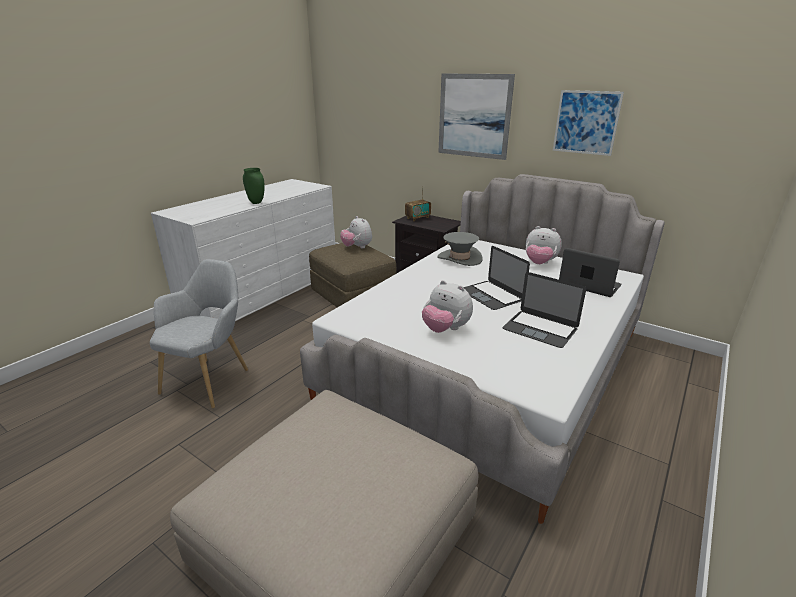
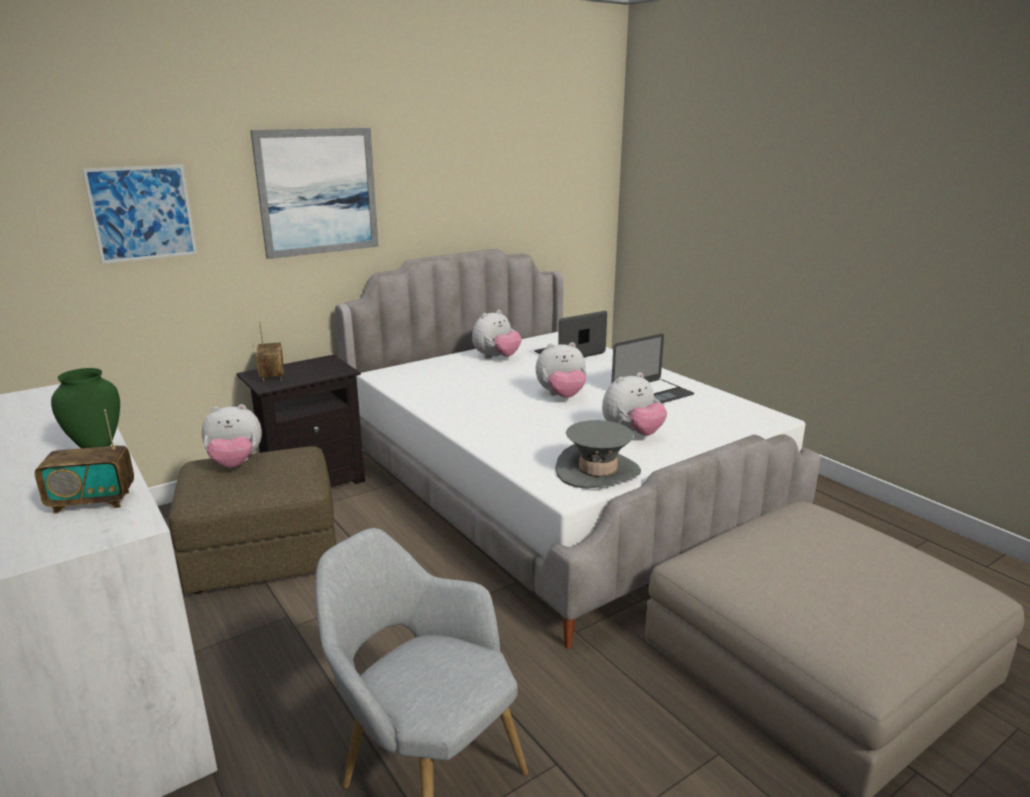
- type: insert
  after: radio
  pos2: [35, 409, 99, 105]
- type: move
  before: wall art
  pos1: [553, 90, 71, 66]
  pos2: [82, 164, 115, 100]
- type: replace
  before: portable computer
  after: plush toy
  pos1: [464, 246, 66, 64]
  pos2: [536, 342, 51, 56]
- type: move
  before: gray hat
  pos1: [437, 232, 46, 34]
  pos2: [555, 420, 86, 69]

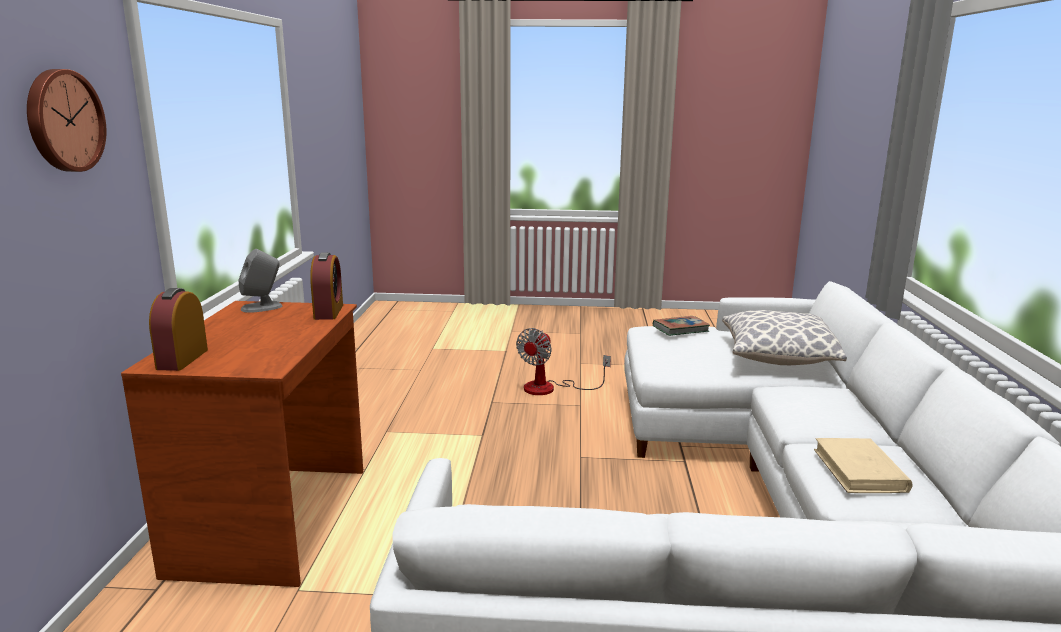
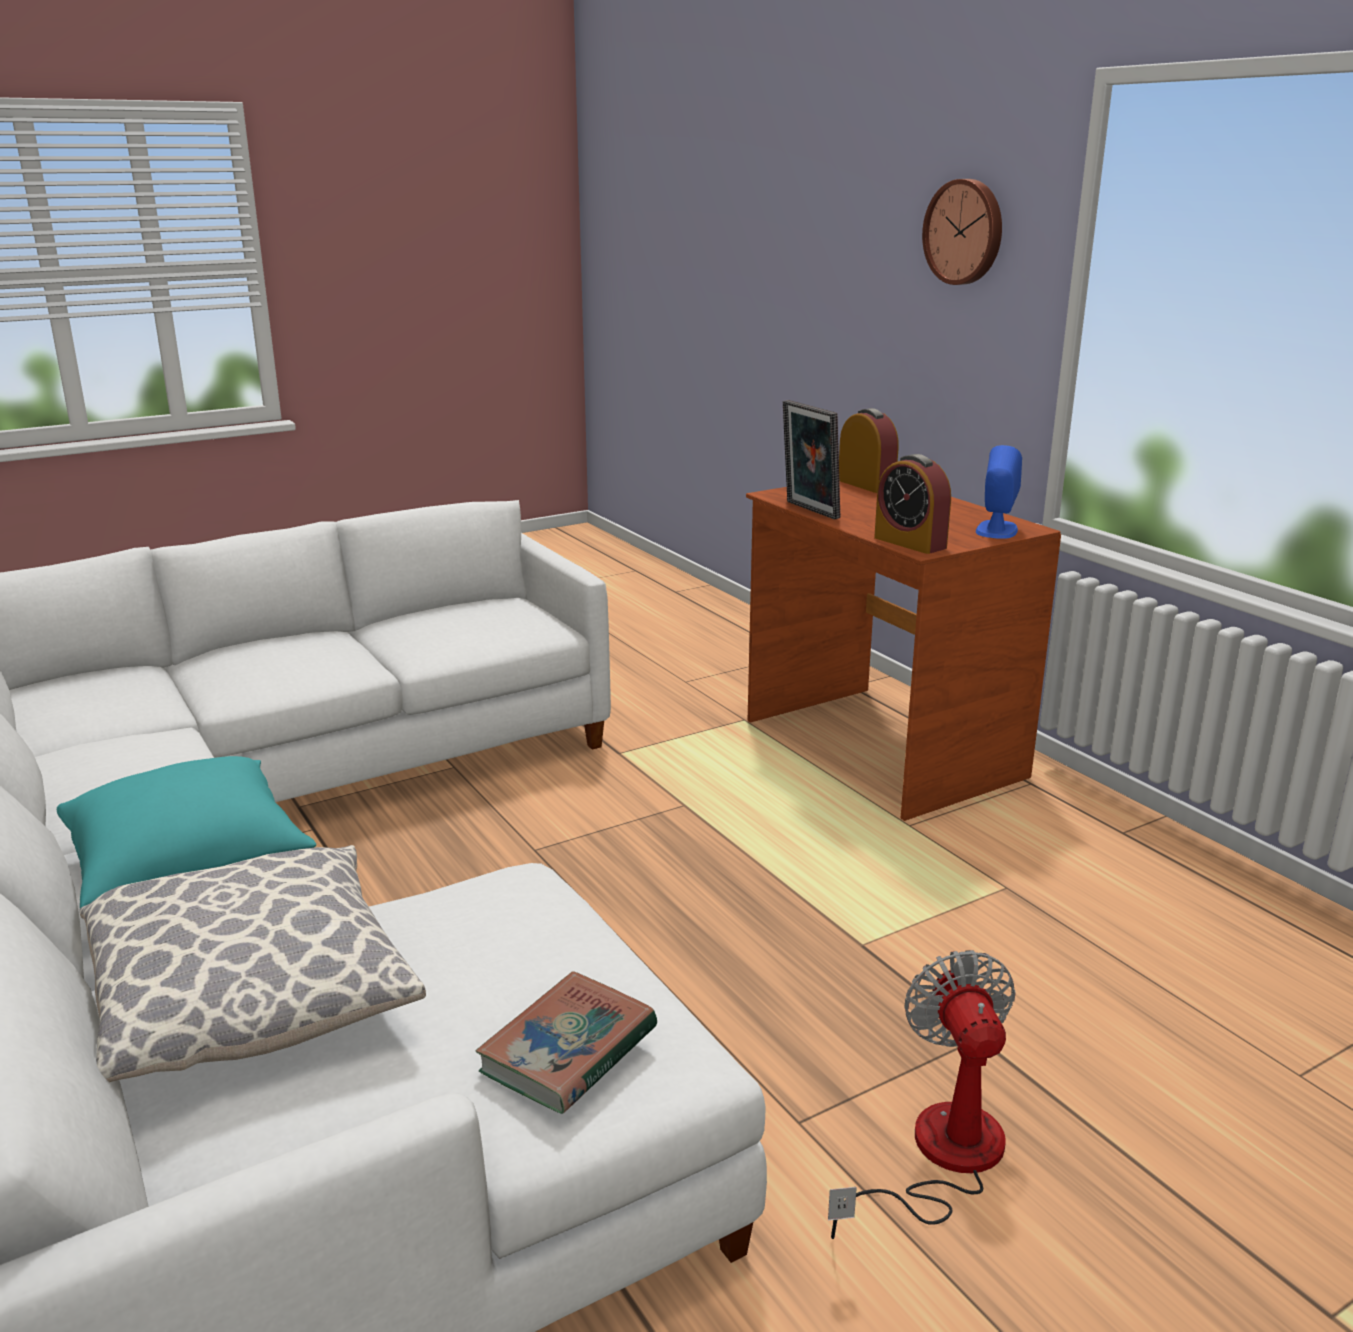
- type: insert
  after: turquoise-coloured cushion
  pos2: [57, 756, 259, 152]
- type: insert
  after: photo frame
  pos2: [783, 400, 58, 119]
- type: recolor
  before: gray loudspeaker
  after: bluish loudspeaker
  pos1: [239, 249, 43, 64]
  pos2: [976, 445, 46, 94]
- type: delete
  before: sand-coloured bound book
  pos1: [814, 438, 98, 55]

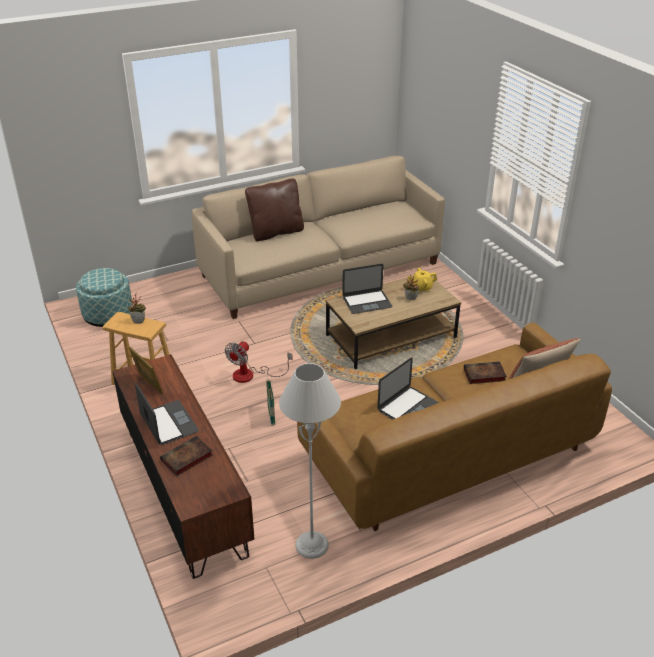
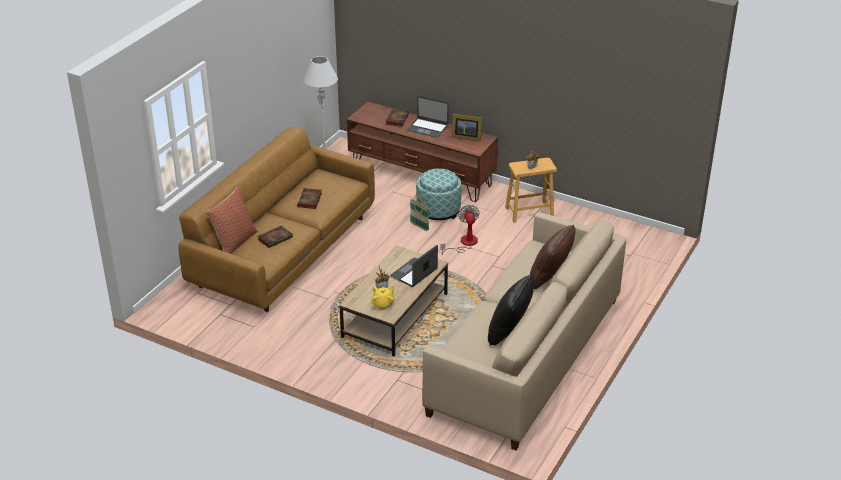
- type: replace
  before: portable computer
  after: bound book
  pos1: [377, 357, 62, 63]
  pos2: [297, 188, 25, 21]
- type: move
  before: footrest
  pos1: [76, 268, 56, 59]
  pos2: [416, 168, 45, 52]
- type: insert
  after: blackish cushion
  pos2: [488, 275, 46, 71]

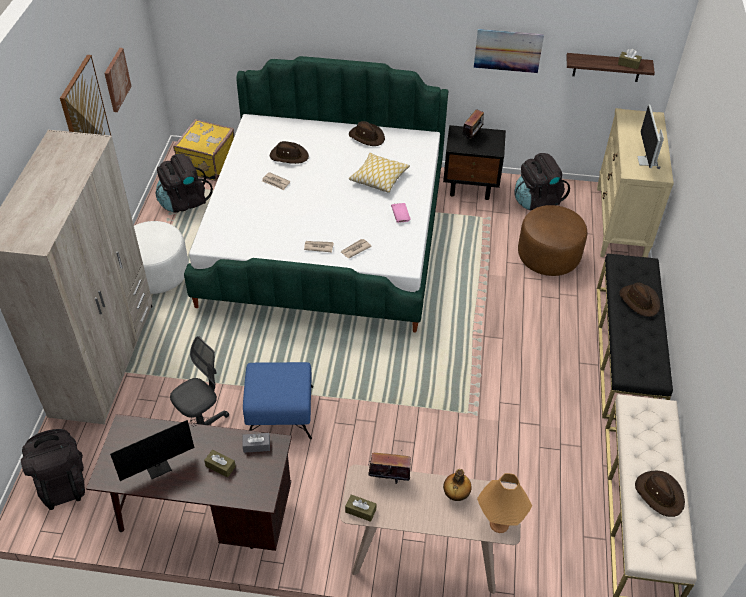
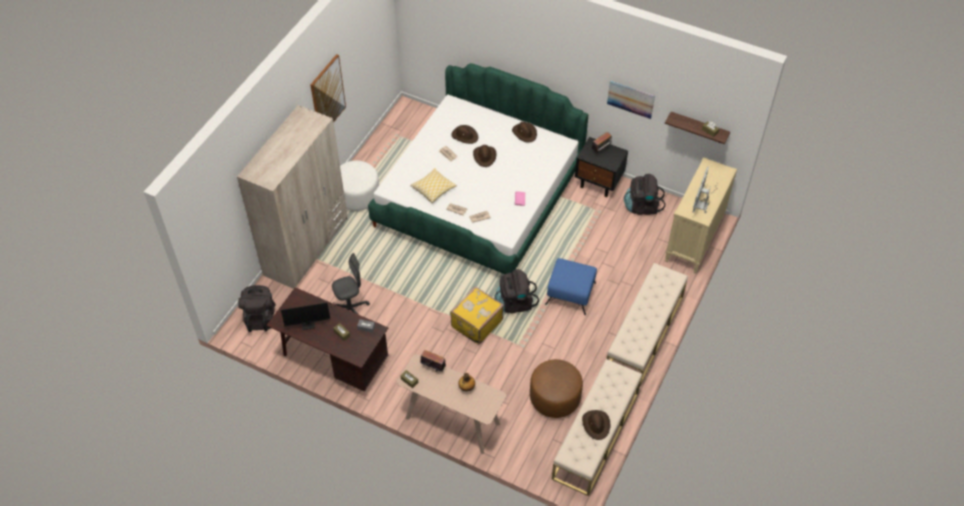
- type: move
  before: cushion
  pos1: [349, 153, 61, 40]
  pos2: [410, 168, 47, 35]
- type: move
  before: yellow-coloured piece of luggage
  pos1: [173, 119, 61, 62]
  pos2: [450, 286, 54, 59]
- type: move
  before: brown-coloured hat
  pos1: [619, 283, 41, 34]
  pos2: [473, 145, 23, 22]
- type: move
  before: blackish backpack
  pos1: [156, 154, 57, 59]
  pos2: [494, 269, 45, 44]
- type: move
  before: brown-coloured footrest
  pos1: [518, 205, 69, 71]
  pos2: [530, 359, 53, 59]
- type: move
  before: bluish footrest
  pos1: [243, 362, 70, 77]
  pos2: [545, 258, 52, 57]
- type: recolor
  before: blackish indoor bench
  after: sand-coloured indoor bench
  pos1: [597, 253, 76, 167]
  pos2: [606, 263, 82, 122]
- type: delete
  before: wall art
  pos1: [104, 48, 28, 64]
- type: delete
  before: orange-coloured lamp for a table
  pos1: [477, 473, 55, 60]

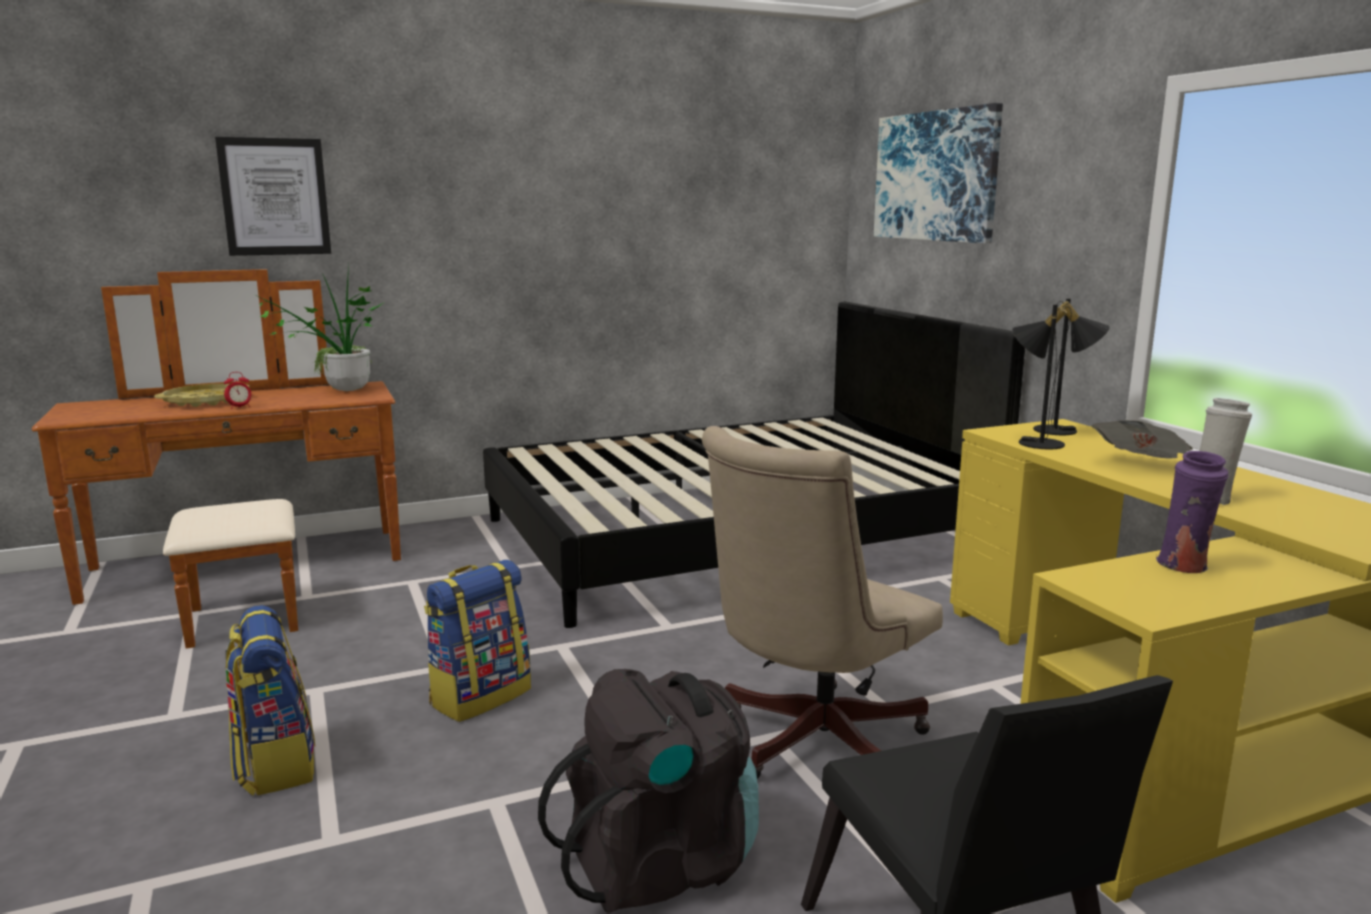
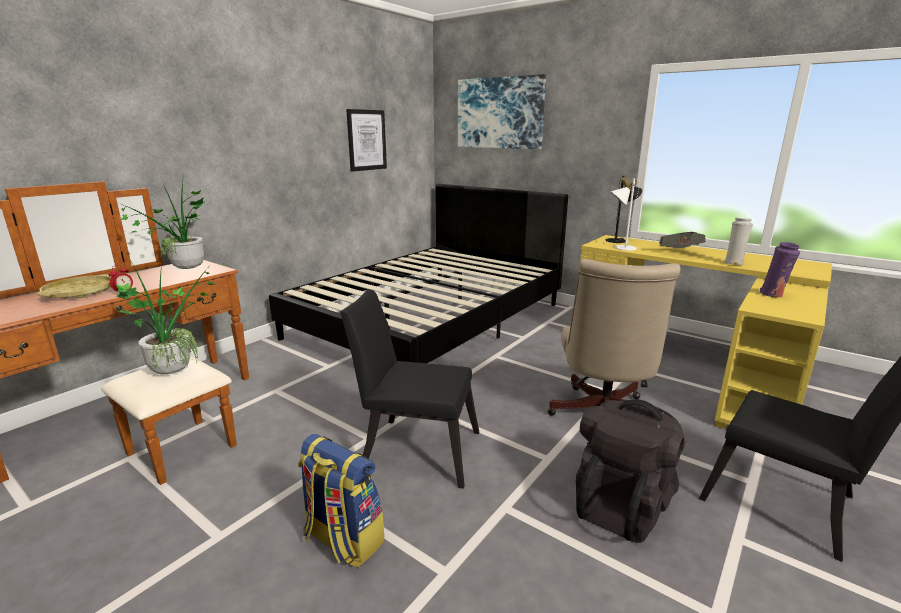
- type: insert
  after: plant in a pot
  pos2: [115, 261, 99, 113]
- type: replace
  before: backpack
  after: blackish upright chair
  pos1: [424, 560, 107, 162]
  pos2: [340, 289, 139, 200]
- type: move
  before: wall art
  pos1: [215, 137, 116, 119]
  pos2: [346, 109, 41, 63]
- type: recolor
  before: blackish lamp for a table
  after: white-coloured lamp for a table
  pos1: [1012, 304, 60, 146]
  pos2: [611, 179, 29, 72]

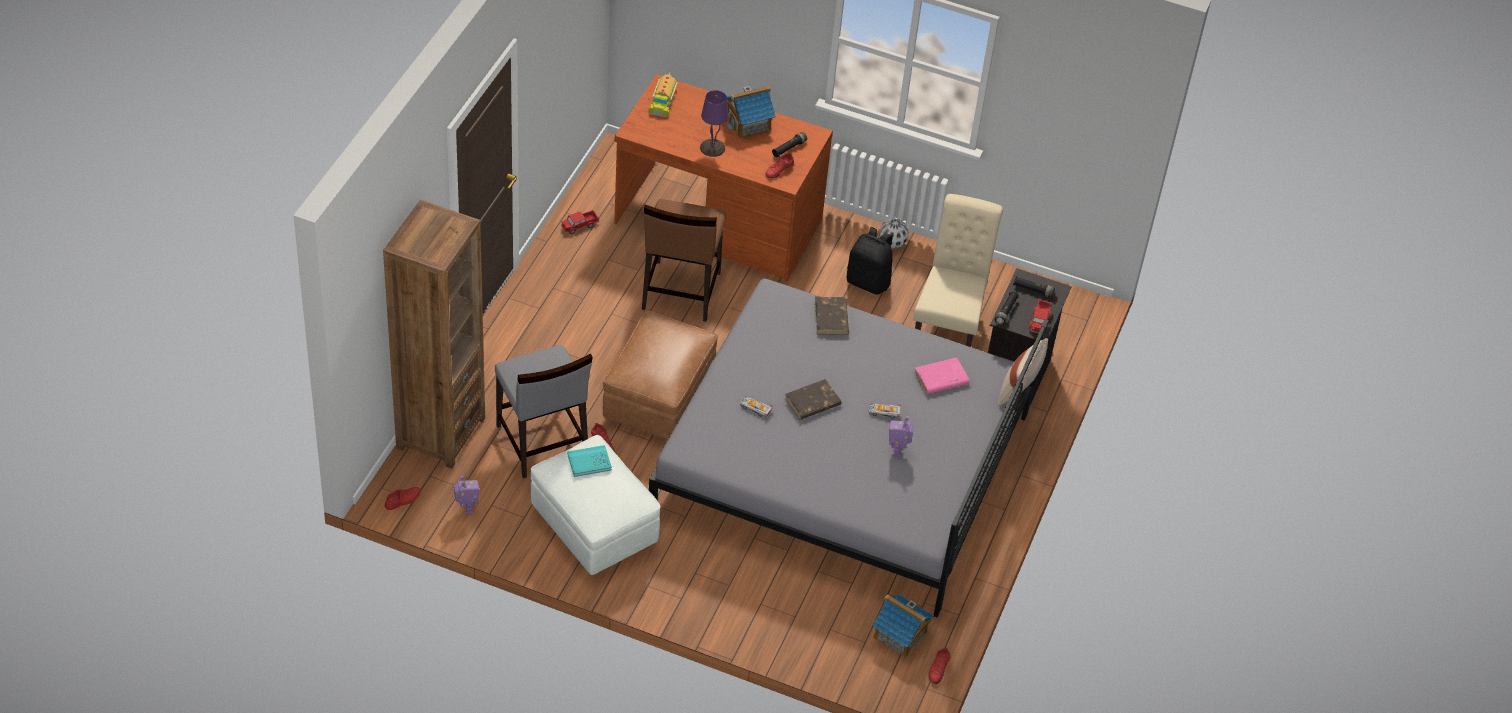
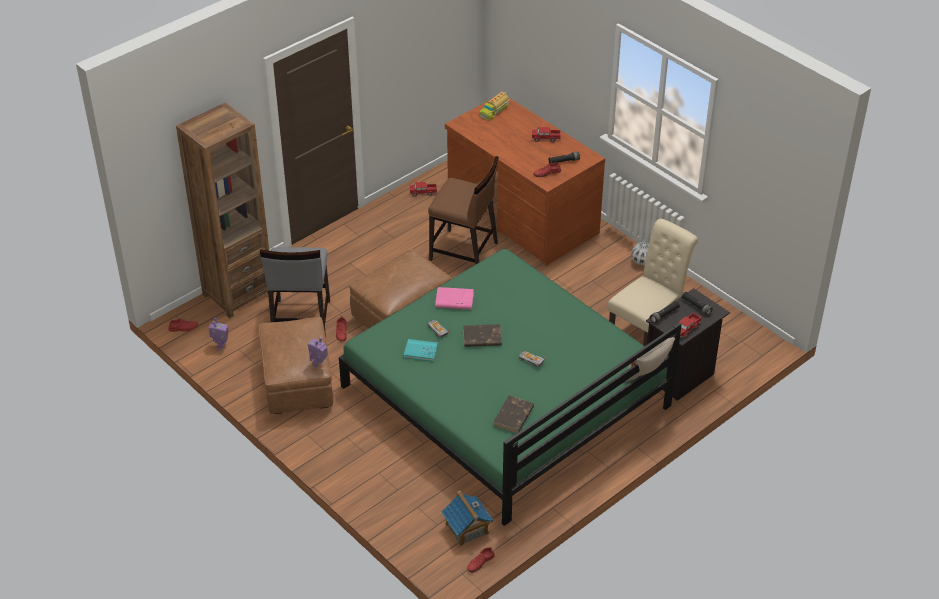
- type: recolor
  before: white-coloured footrest
  after: brown-coloured footrest
  pos1: [531, 435, 129, 140]
  pos2: [259, 317, 74, 97]
- type: move
  before: model robot
  pos1: [889, 416, 25, 40]
  pos2: [307, 337, 21, 32]
- type: recolor
  before: gray bedroom bed
  after: greenish bedroom bed
  pos1: [649, 279, 400, 338]
  pos2: [339, 249, 343, 277]
- type: move
  before: turquoise-coloured bound book
  pos1: [567, 445, 45, 32]
  pos2: [404, 339, 34, 23]
- type: rotate
  before: brown-coloured upright chair
  pos1: [642, 199, 84, 123]
  pos2: [428, 156, 71, 108]
  turn: -105
- type: move
  before: pinkish bound book
  pos1: [914, 357, 56, 37]
  pos2: [435, 287, 39, 23]
- type: move
  before: brown-coloured bound book
  pos1: [814, 297, 35, 38]
  pos2: [493, 395, 41, 38]
- type: replace
  before: toy house
  after: toy truck
  pos1: [726, 86, 50, 53]
  pos2: [532, 127, 29, 15]
- type: delete
  before: purple lamp for a table
  pos1: [700, 90, 28, 67]
- type: delete
  before: blackish backpack
  pos1: [847, 227, 46, 68]

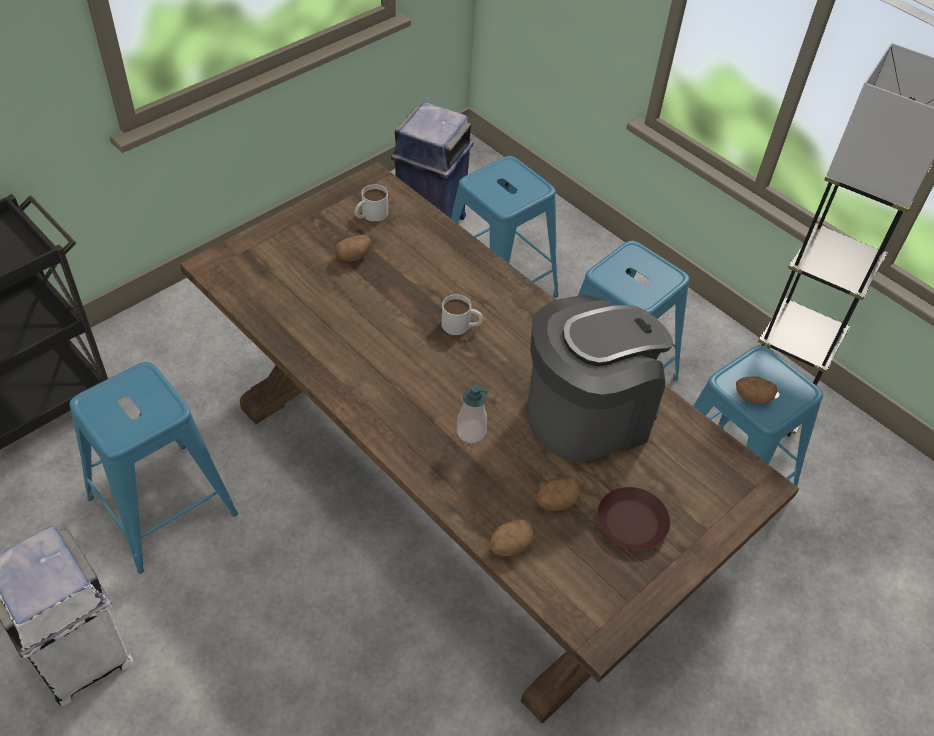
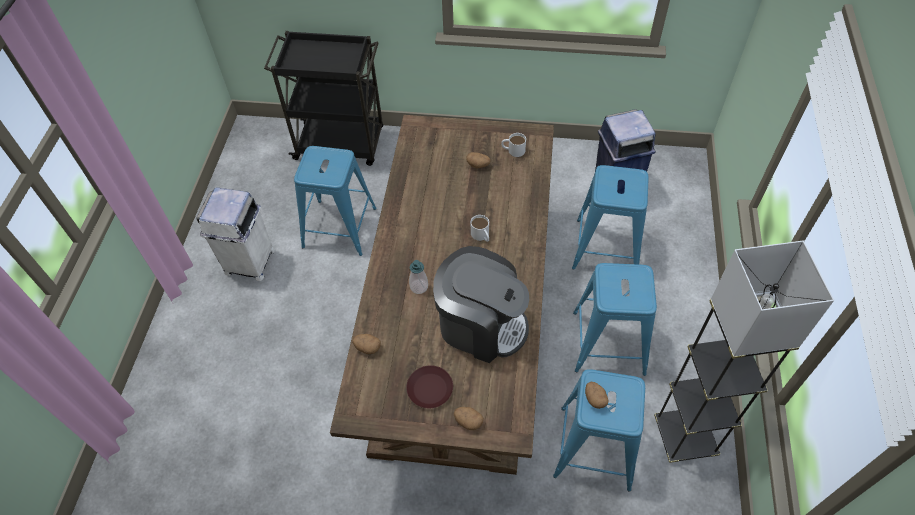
- type: move
  before: potato
  pos1: [536, 478, 45, 33]
  pos2: [454, 407, 30, 23]

